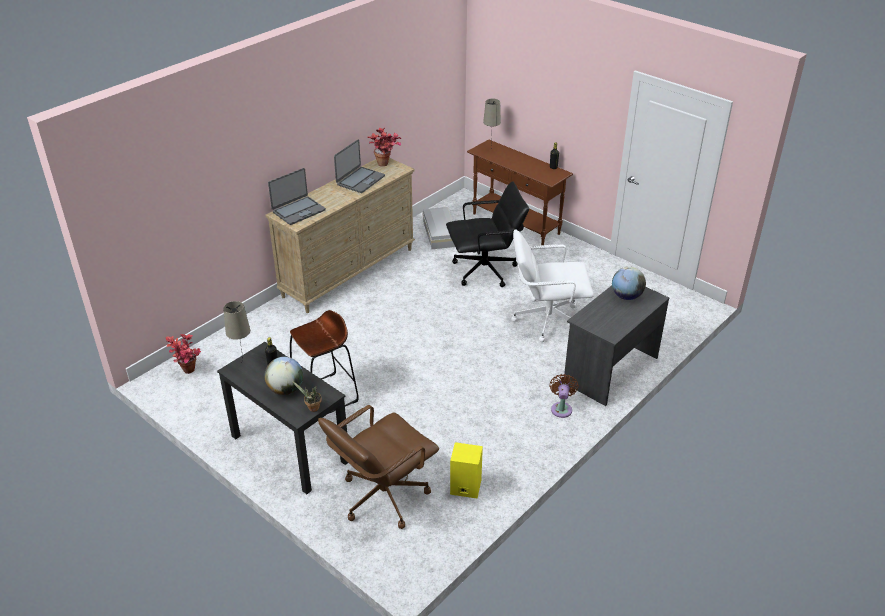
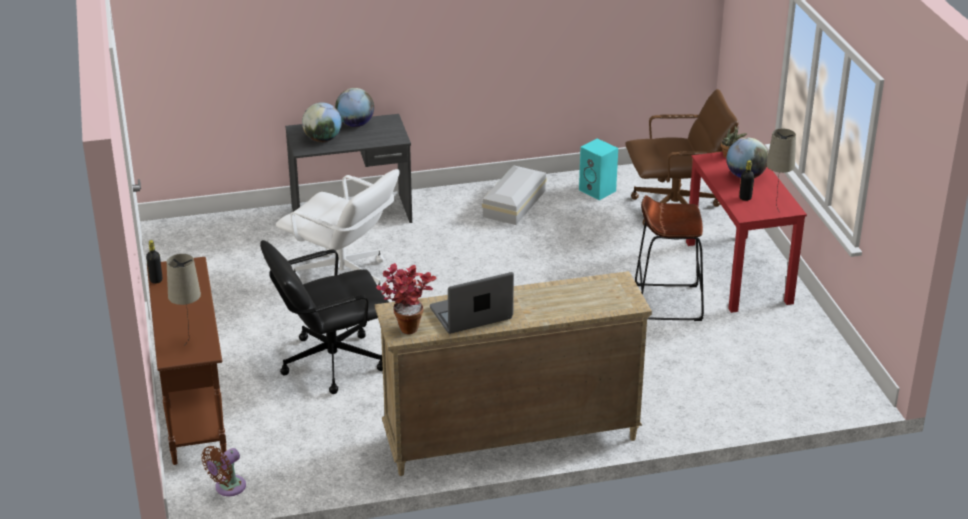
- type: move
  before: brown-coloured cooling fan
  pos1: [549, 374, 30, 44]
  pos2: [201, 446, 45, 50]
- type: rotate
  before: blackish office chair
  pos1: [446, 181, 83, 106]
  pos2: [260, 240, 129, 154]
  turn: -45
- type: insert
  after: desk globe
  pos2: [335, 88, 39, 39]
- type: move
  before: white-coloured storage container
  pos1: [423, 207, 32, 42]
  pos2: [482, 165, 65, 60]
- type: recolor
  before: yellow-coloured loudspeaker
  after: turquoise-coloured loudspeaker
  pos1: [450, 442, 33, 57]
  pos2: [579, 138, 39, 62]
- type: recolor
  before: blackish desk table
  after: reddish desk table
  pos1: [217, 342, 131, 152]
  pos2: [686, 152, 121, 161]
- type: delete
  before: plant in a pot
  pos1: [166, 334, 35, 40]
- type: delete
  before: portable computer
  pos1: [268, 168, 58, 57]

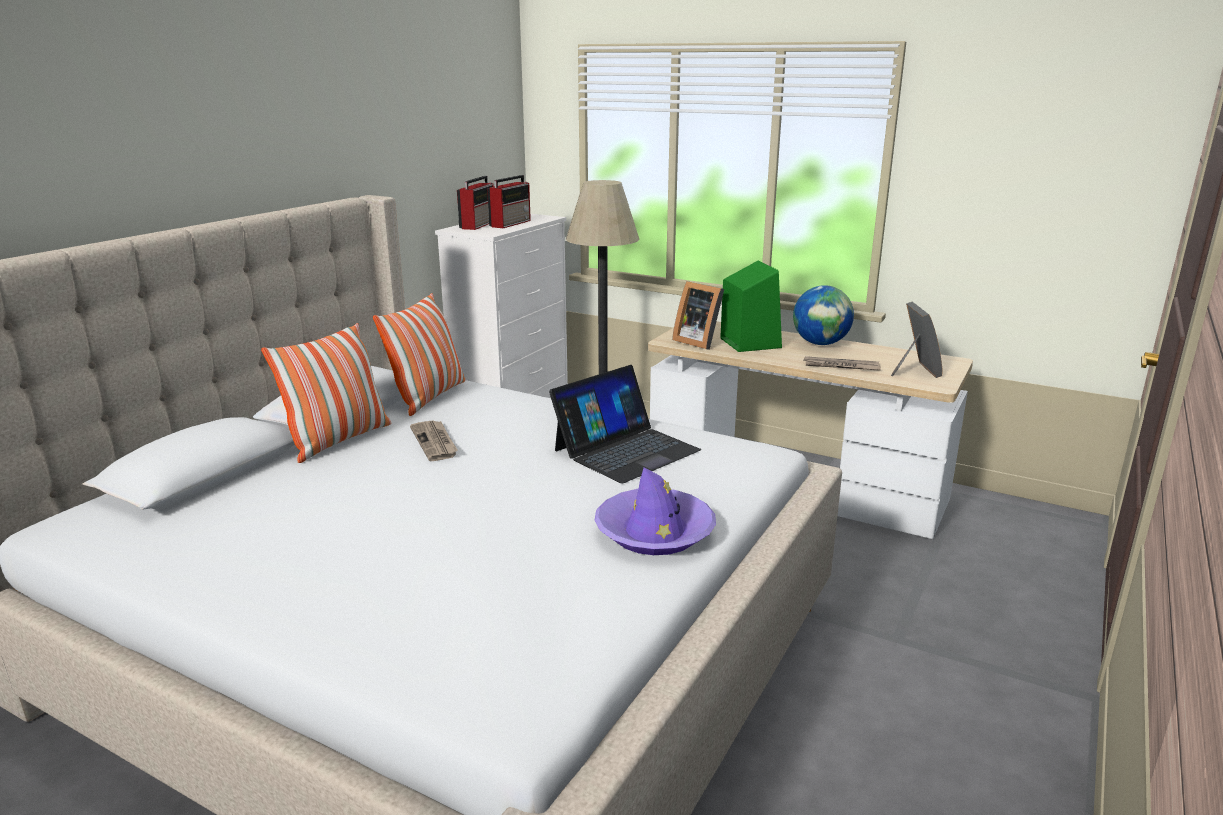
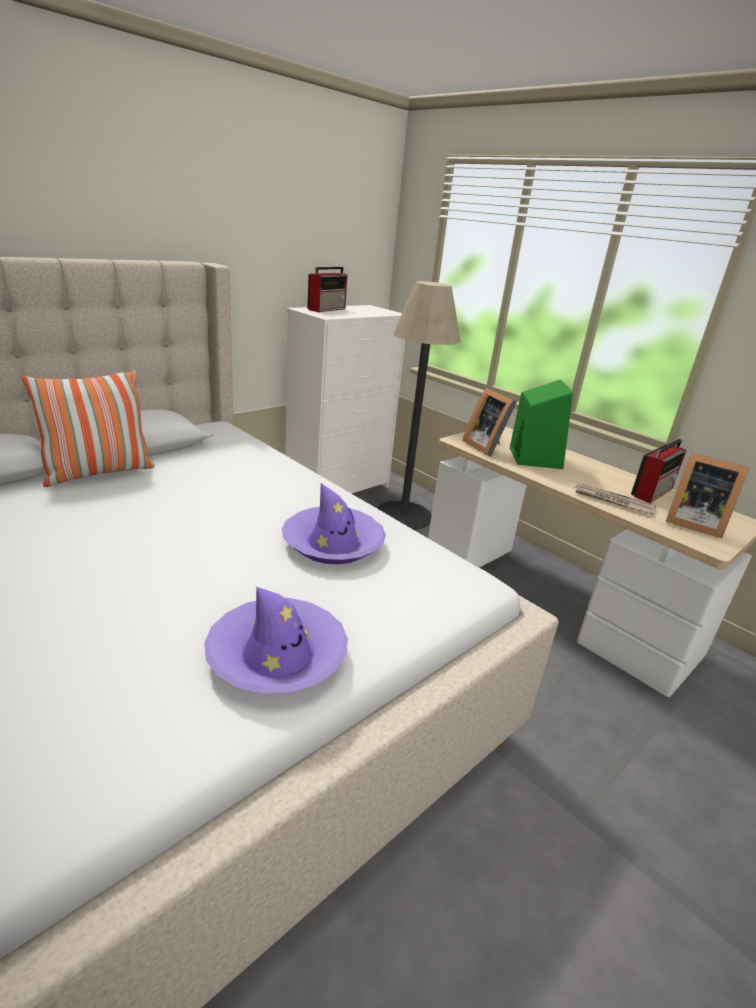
- type: replace
  before: portable computer
  after: purple hat
  pos1: [549, 365, 152, 118]
  pos2: [282, 483, 104, 81]
- type: move
  before: radio
  pos1: [487, 175, 44, 53]
  pos2: [631, 439, 55, 64]
- type: rotate
  before: photo frame
  pos1: [891, 302, 51, 76]
  pos2: [666, 453, 84, 86]
  turn: 105
- type: delete
  before: cushion
  pos1: [373, 293, 92, 123]
- type: delete
  before: daily paper
  pos1: [410, 420, 48, 41]
- type: delete
  before: desk globe
  pos1: [793, 285, 61, 60]

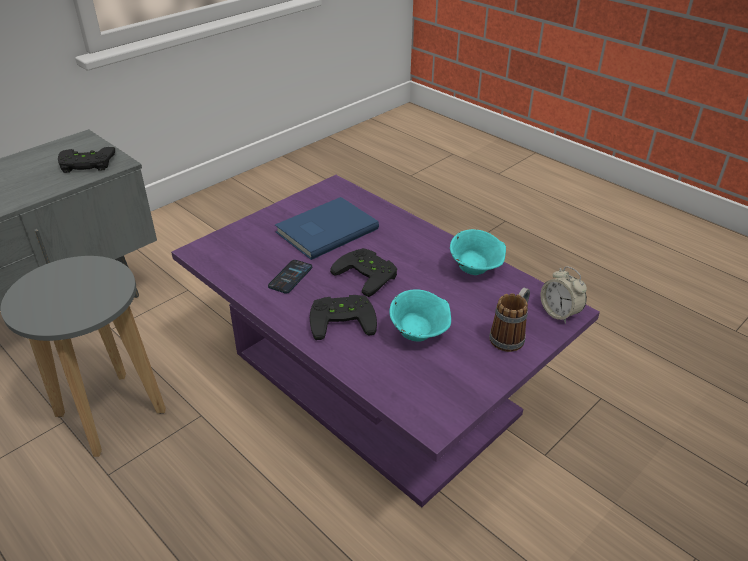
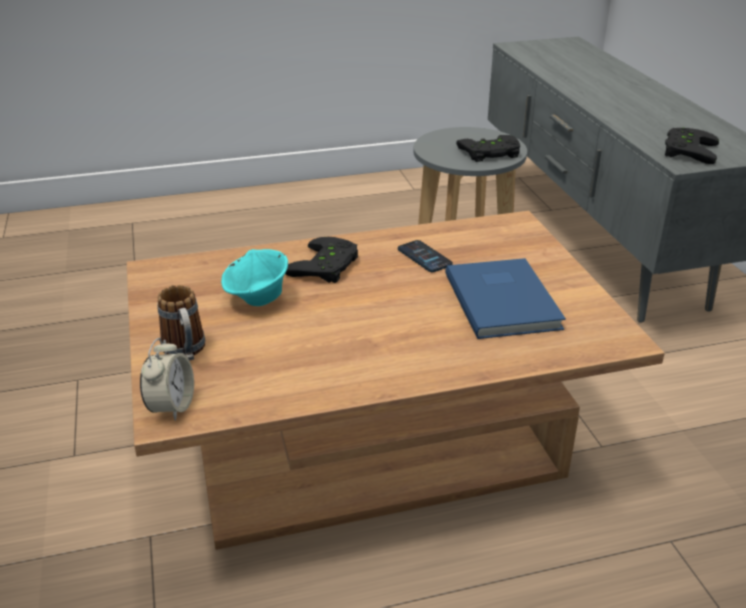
- type: recolor
  before: purple lounge table
  after: brown-coloured lounge table
  pos1: [171, 175, 429, 332]
  pos2: [127, 211, 538, 339]
- type: rotate
  before: bedside clock
  pos1: [540, 266, 47, 58]
  pos2: [140, 338, 54, 83]
  turn: 105
- type: move
  before: blackish game controller
  pos1: [330, 248, 67, 49]
  pos2: [456, 135, 64, 27]
- type: delete
  before: turquoise-coloured bowl
  pos1: [450, 229, 56, 46]

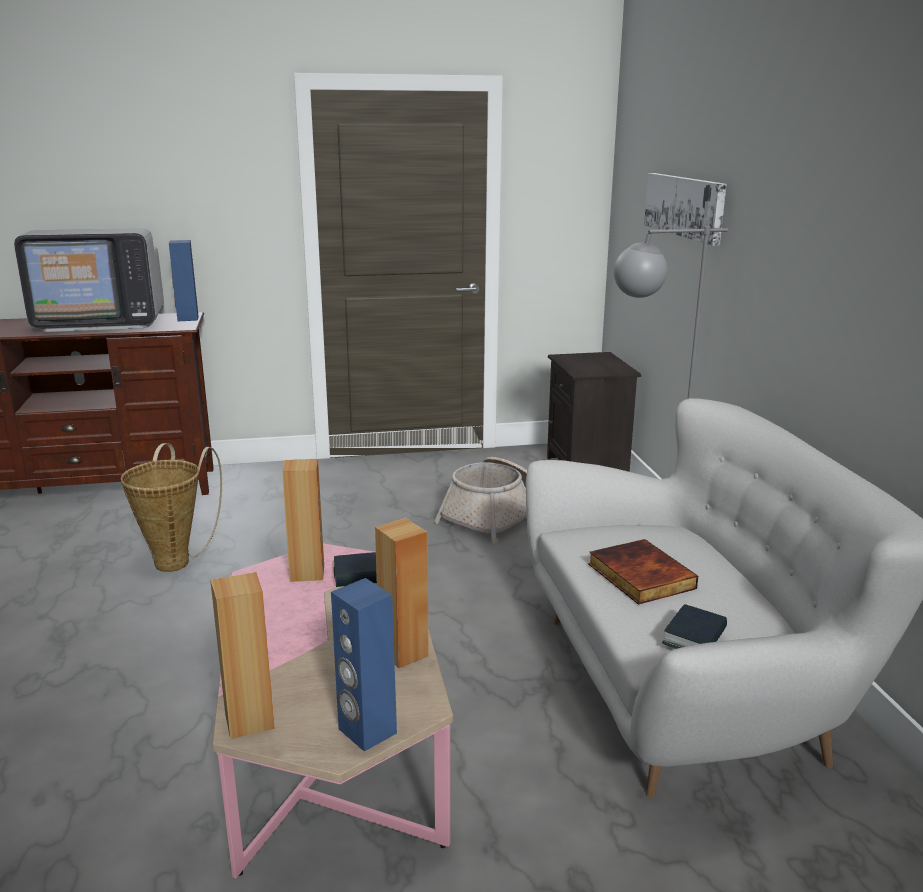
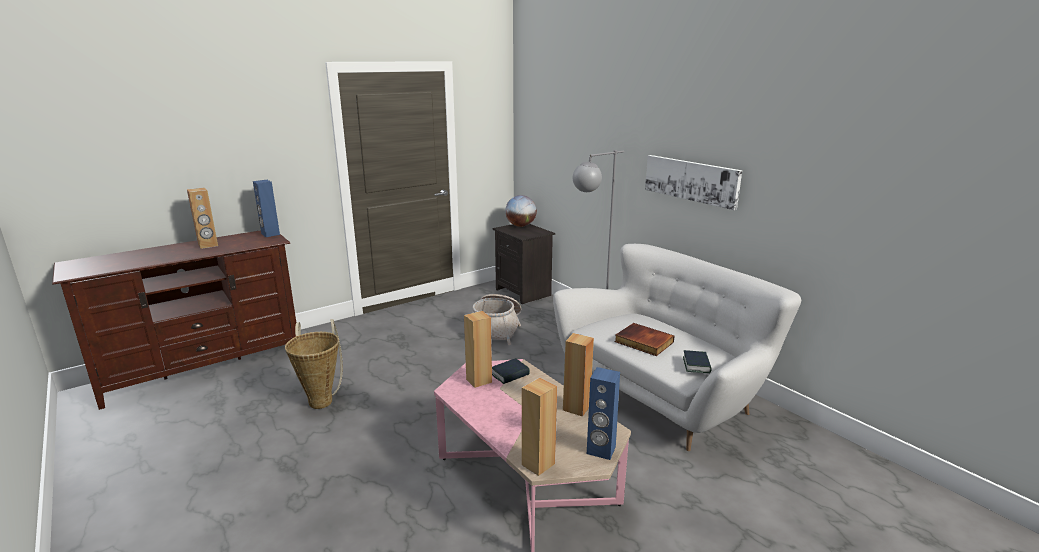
- type: replace
  before: TV
  after: brown-coloured loudspeaker
  pos1: [14, 228, 150, 104]
  pos2: [187, 188, 31, 61]
- type: insert
  after: desk globe
  pos2: [505, 195, 32, 32]
- type: move
  before: wall art
  pos1: [644, 173, 82, 73]
  pos2: [645, 155, 97, 55]

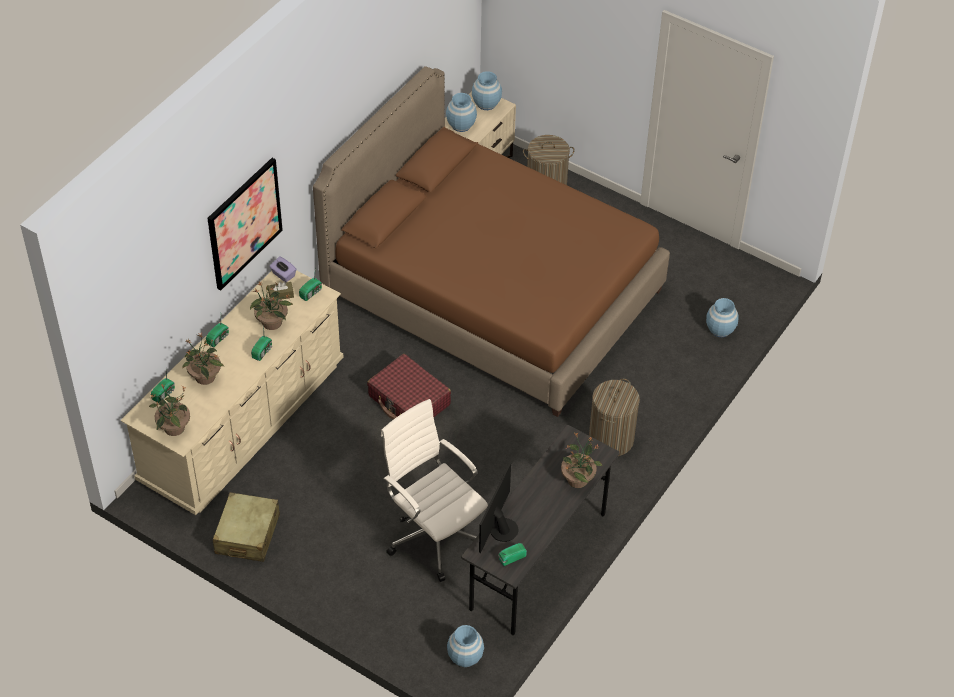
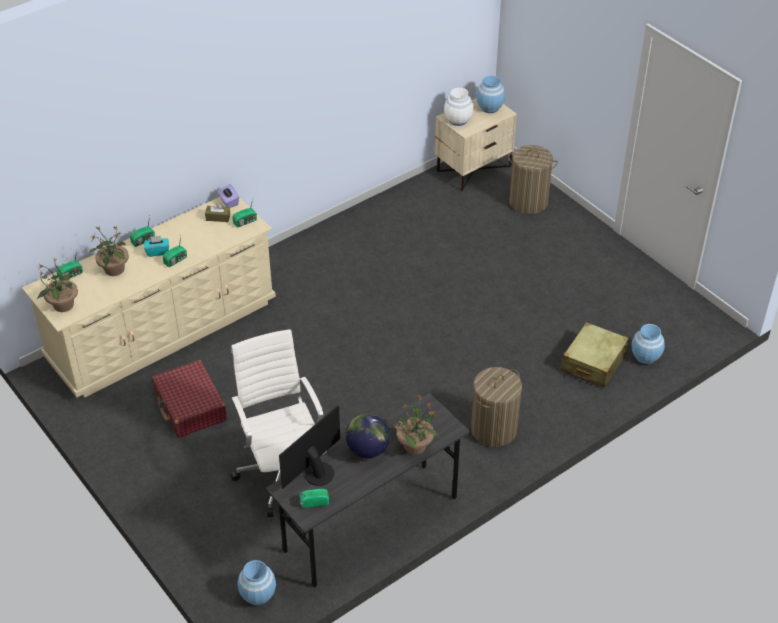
- type: insert
  after: turquoise-coloured tissue holder
  pos2: [144, 236, 25, 21]
- type: move
  before: reddish piece of luggage
  pos1: [367, 354, 84, 65]
  pos2: [152, 360, 75, 78]
- type: insert
  after: desk globe
  pos2: [345, 414, 45, 44]
- type: recolor
  before: bluish decorative vase
  after: white-coloured decorative vase
  pos1: [446, 93, 31, 39]
  pos2: [444, 88, 30, 38]
- type: move
  before: sand-coloured piece of luggage
  pos1: [212, 492, 68, 70]
  pos2: [561, 322, 68, 66]
- type: delete
  before: wall art
  pos1: [207, 158, 76, 132]
- type: delete
  before: plant in a pot
  pos1: [250, 281, 43, 49]
- type: delete
  before: brown-coloured bedroom bed
  pos1: [313, 66, 357, 351]

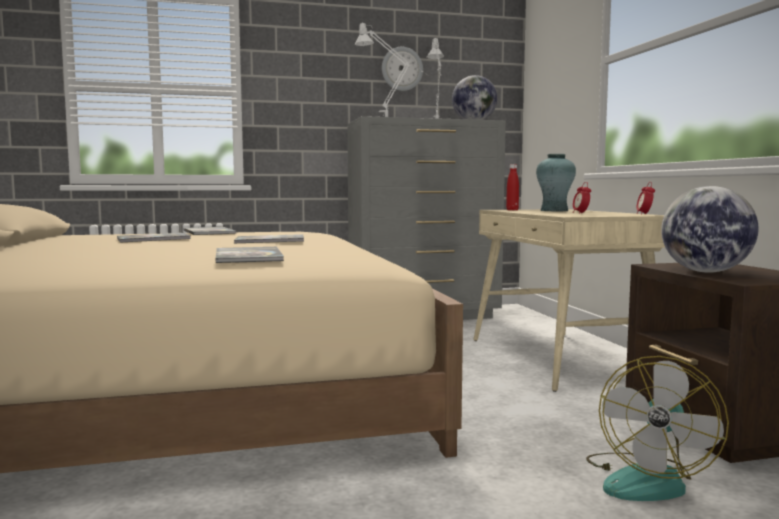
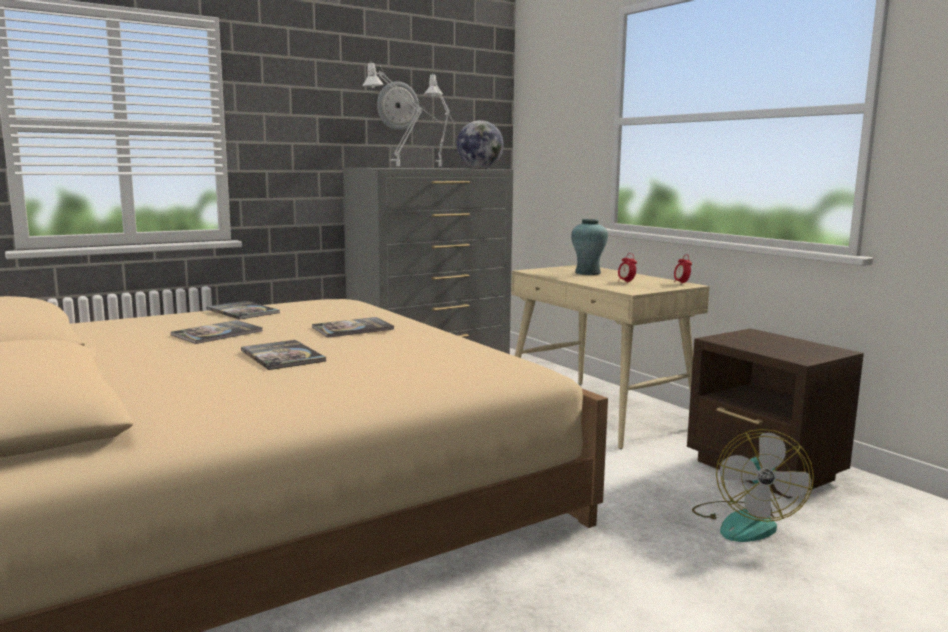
- type: move
  before: bound book
  pos1: [216, 247, 68, 16]
  pos2: [241, 340, 85, 30]
- type: delete
  before: reddish beverage bottle
  pos1: [506, 164, 13, 46]
- type: delete
  before: desk globe
  pos1: [661, 186, 98, 87]

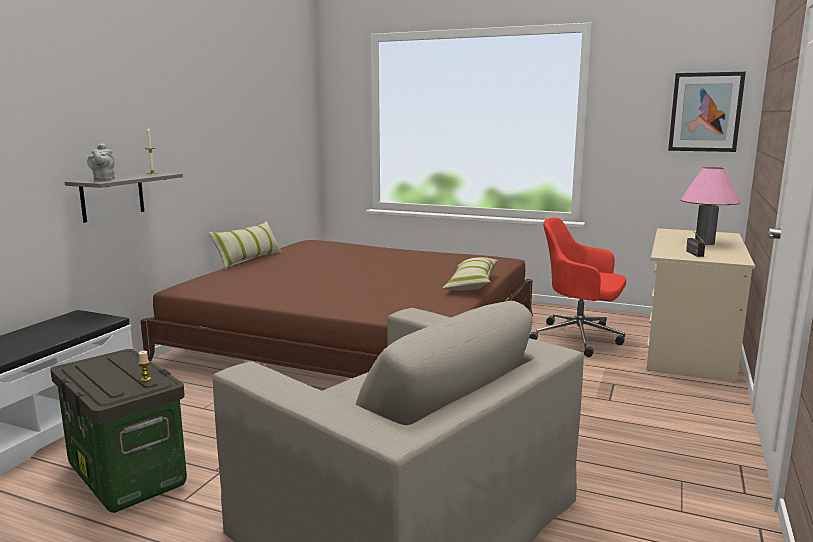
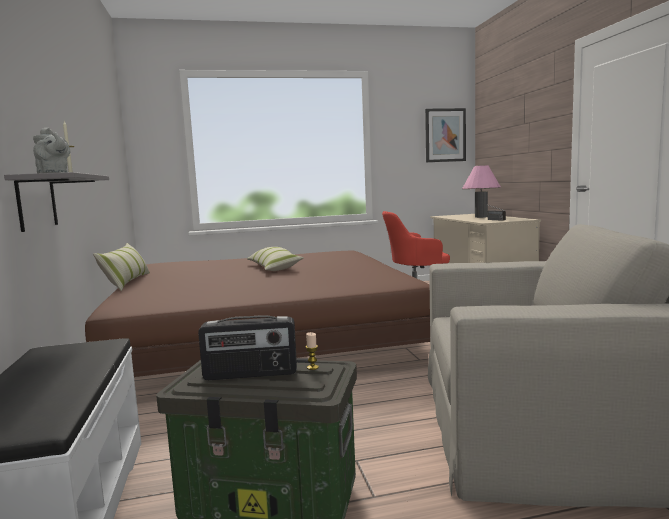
- type: insert
  after: radio
  pos2: [198, 315, 99, 65]
- type: move
  before: cushion
  pos1: [443, 257, 56, 34]
  pos2: [247, 247, 57, 24]

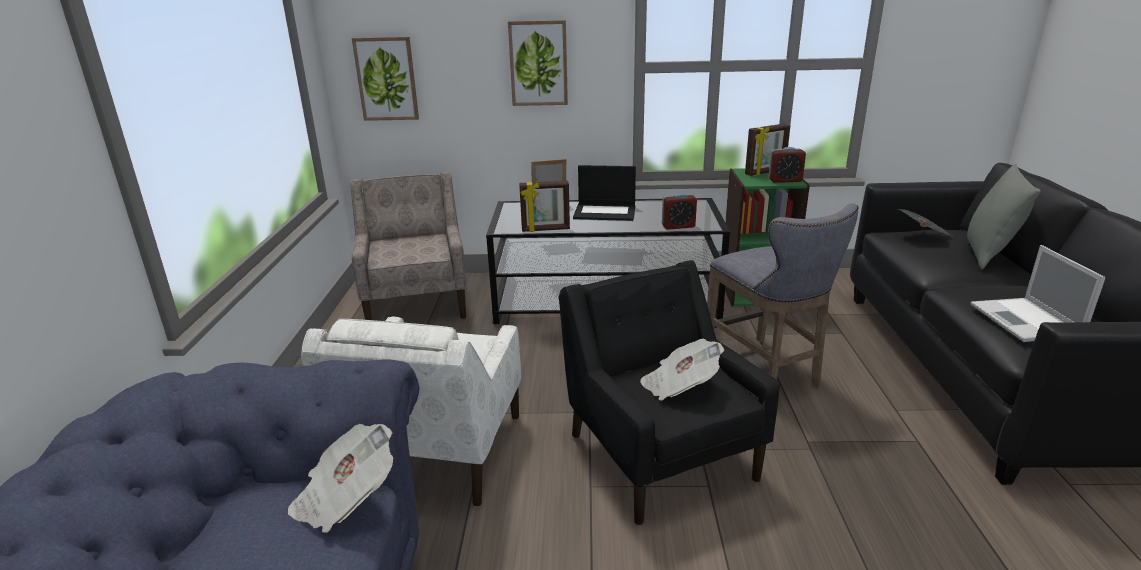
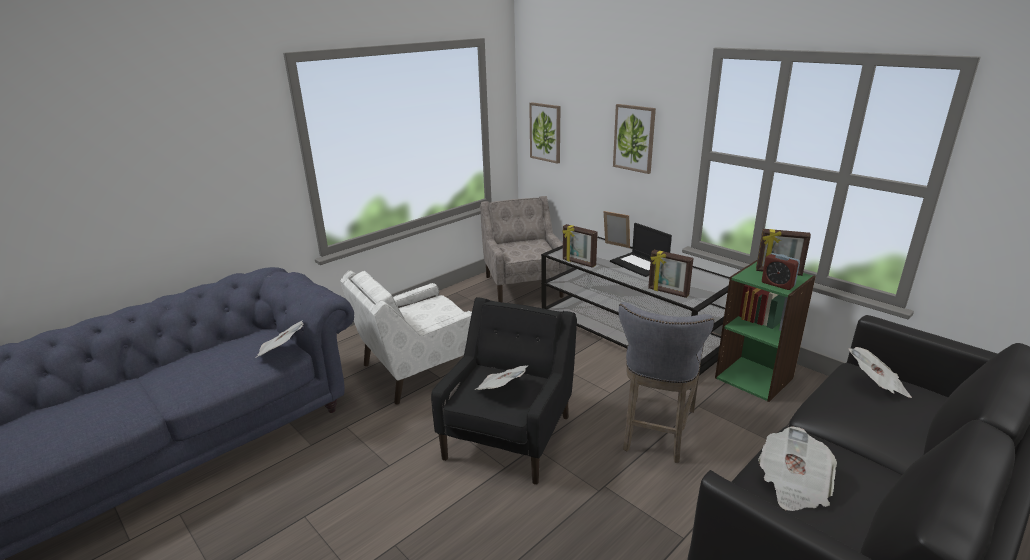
- type: rotate
  before: sand-coloured lounge chair
  pos1: [350, 171, 117, 149]
  pos2: [480, 196, 87, 106]
  turn: -45
- type: replace
  before: bedside clock
  after: photo frame
  pos1: [662, 193, 35, 37]
  pos2: [648, 250, 46, 48]
- type: replace
  before: portable computer
  after: daily paper
  pos1: [970, 245, 136, 97]
  pos2: [758, 427, 79, 84]
- type: delete
  before: gray cushion
  pos1: [967, 164, 74, 105]

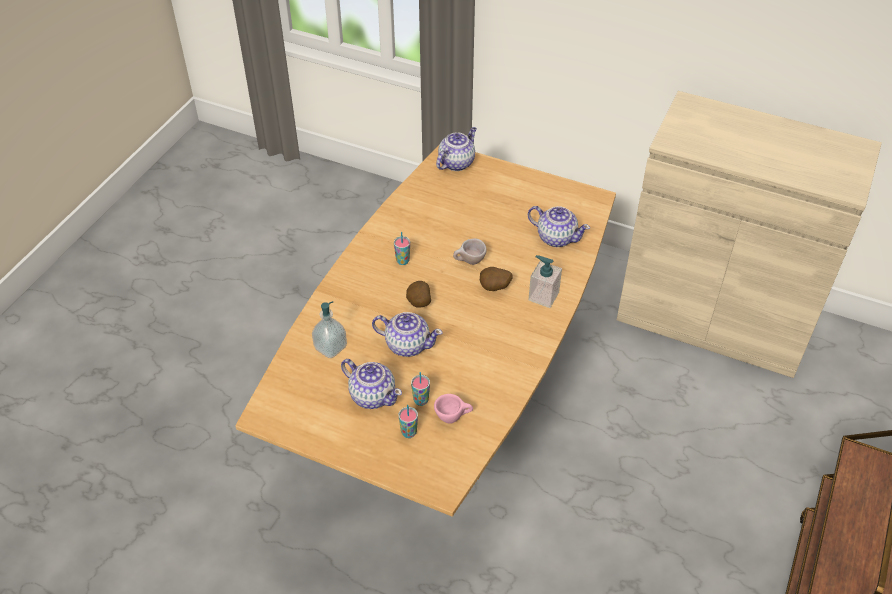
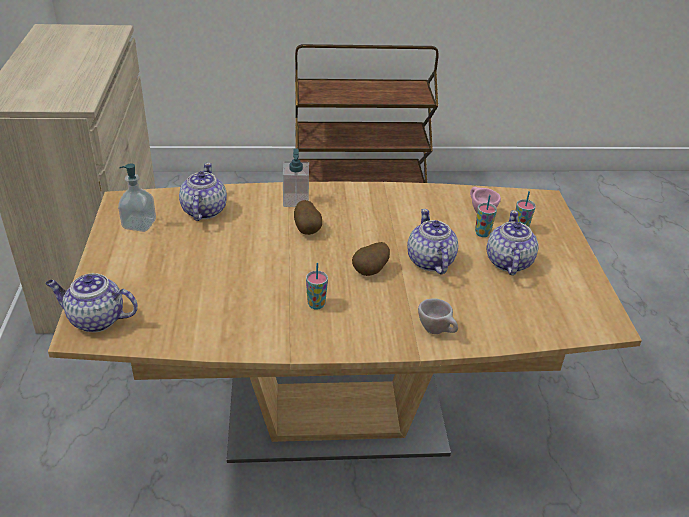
- type: move
  before: soap bottle
  pos1: [312, 301, 35, 57]
  pos2: [118, 164, 38, 68]
- type: move
  before: sand-coloured cup
  pos1: [453, 238, 34, 27]
  pos2: [418, 298, 40, 36]

